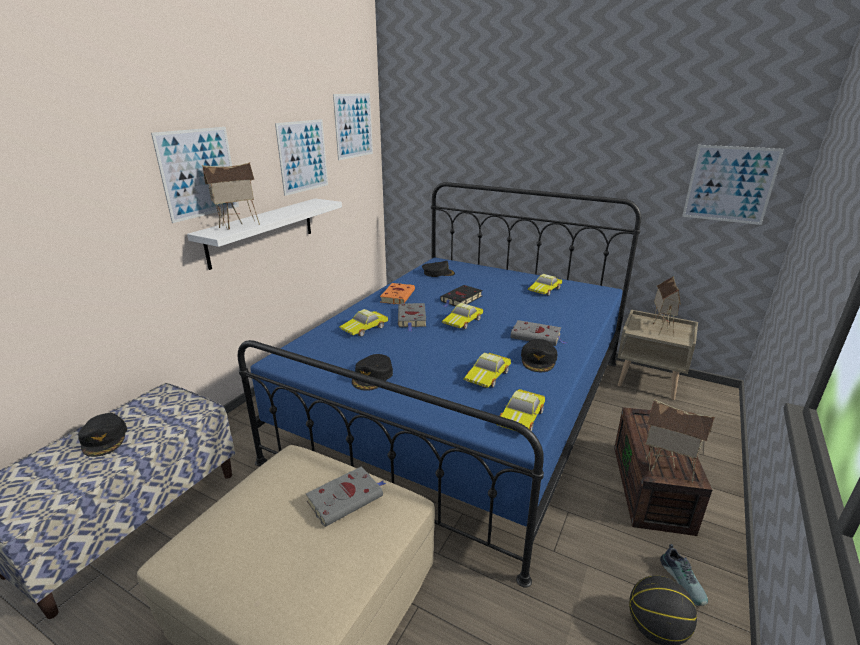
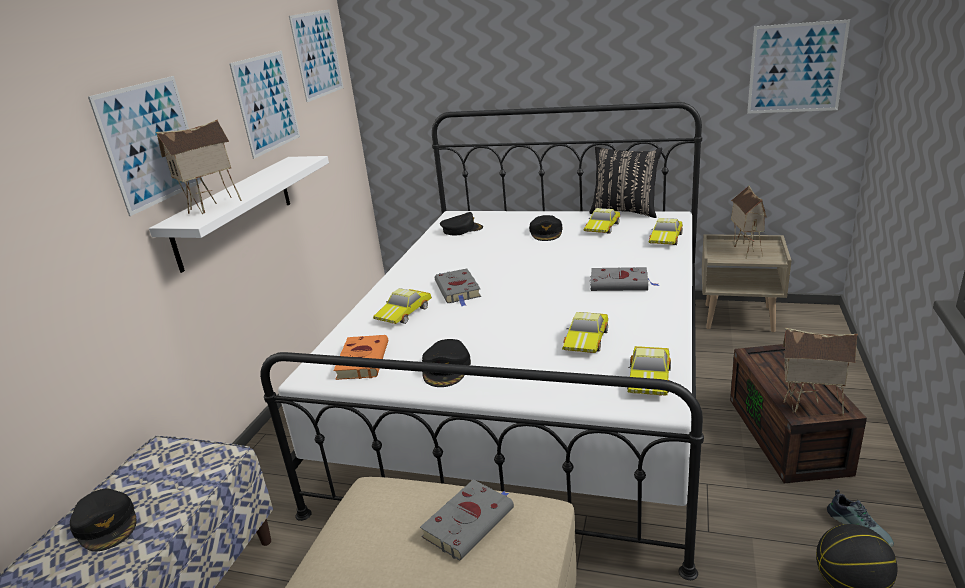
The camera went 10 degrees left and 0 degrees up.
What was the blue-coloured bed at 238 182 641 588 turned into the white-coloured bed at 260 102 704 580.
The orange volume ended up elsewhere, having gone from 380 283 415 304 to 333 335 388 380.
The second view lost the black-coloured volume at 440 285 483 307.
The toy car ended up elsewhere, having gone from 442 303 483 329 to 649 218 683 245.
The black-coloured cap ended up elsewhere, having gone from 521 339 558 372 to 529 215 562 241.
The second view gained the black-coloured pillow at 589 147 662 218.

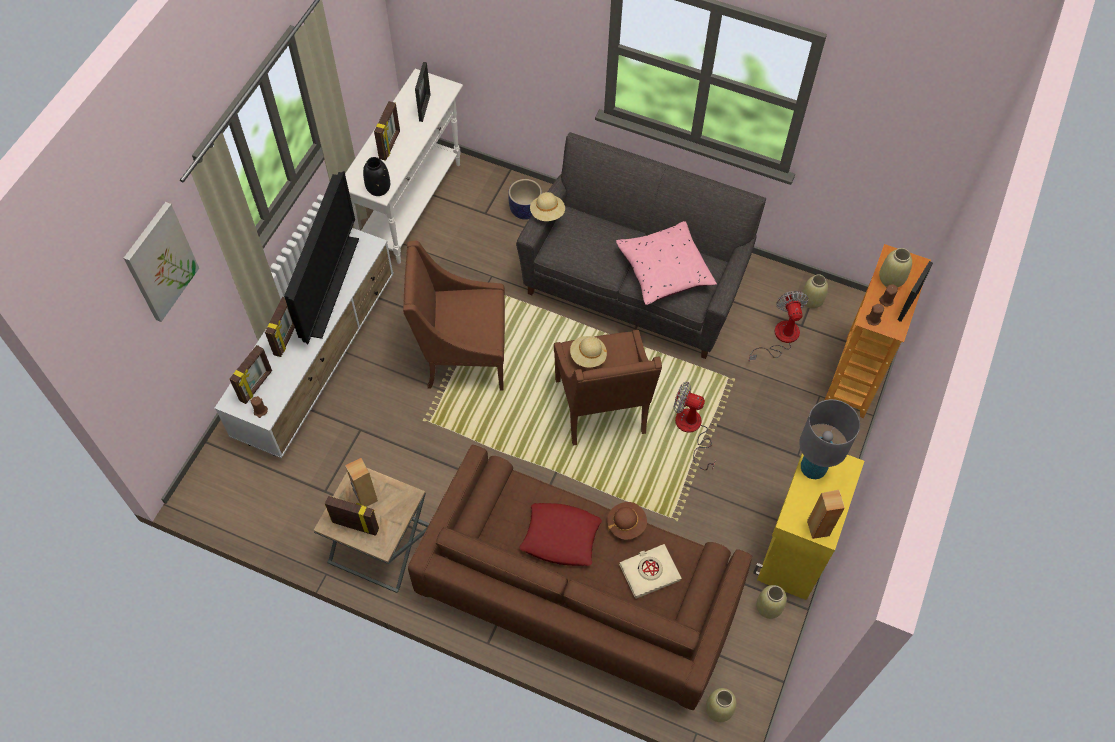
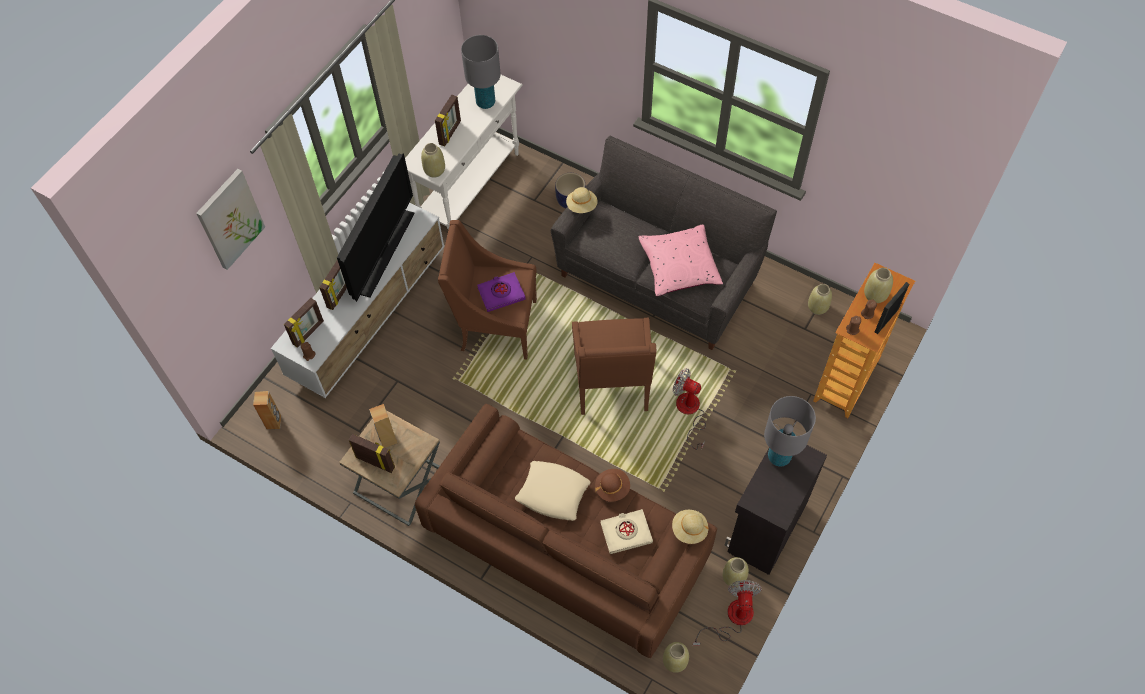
The camera went 10 degrees right and 0 degrees up.
Where the standing frame stood at 415 62 431 122, the grey tabletop lamp came to stand at 461 35 501 109.
What was the black-coloured decorative vase at 363 157 390 196 turned into the beige decorative vase at 421 143 445 178.
The electric fan ended up elsewhere, having gone from 749 291 809 362 to 693 580 762 646.
The beige clothing hat ended up elsewhere, having gone from 570 336 607 367 to 672 510 709 544.
What was the yellowish cabinet at 753 454 864 600 turned into the black-coloured cabinet at 724 445 827 575.
The brownish audio speaker ended up elsewhere, having gone from 807 490 845 539 to 253 391 281 429.
What was the red-coloured pillow at 520 503 602 566 turned into the beige pillow at 515 461 591 521.
The second view gained the purple-coloured volume at 477 272 526 312.

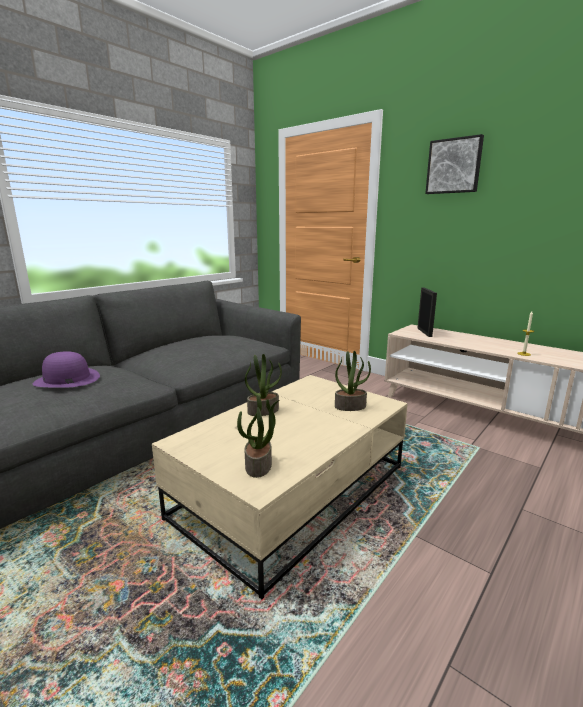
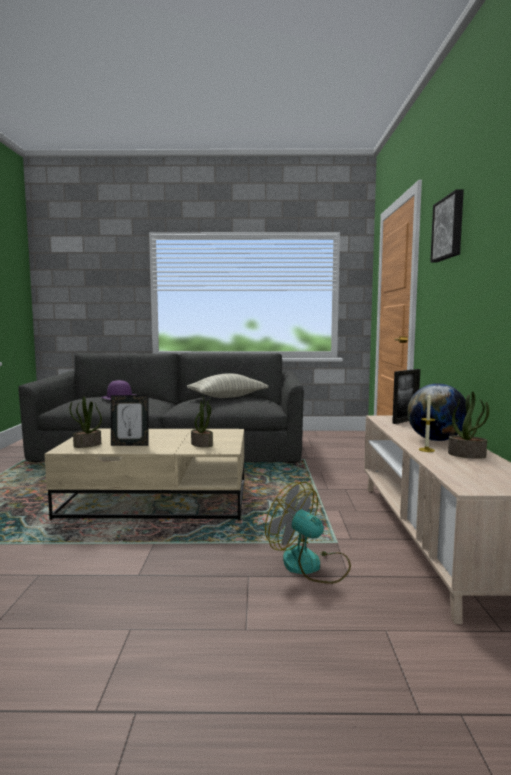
The camera went 50 degrees right and 10 degrees down.
The houseplant ended up elsewhere, having gone from 245 354 282 416 to 448 391 489 459.
The second view gained the pillow at 187 373 269 398.
The second view gained the world globe at 407 384 467 441.
The second view gained the standing frame at 111 395 149 446.
The second view gained the electric fan at 265 482 351 584.

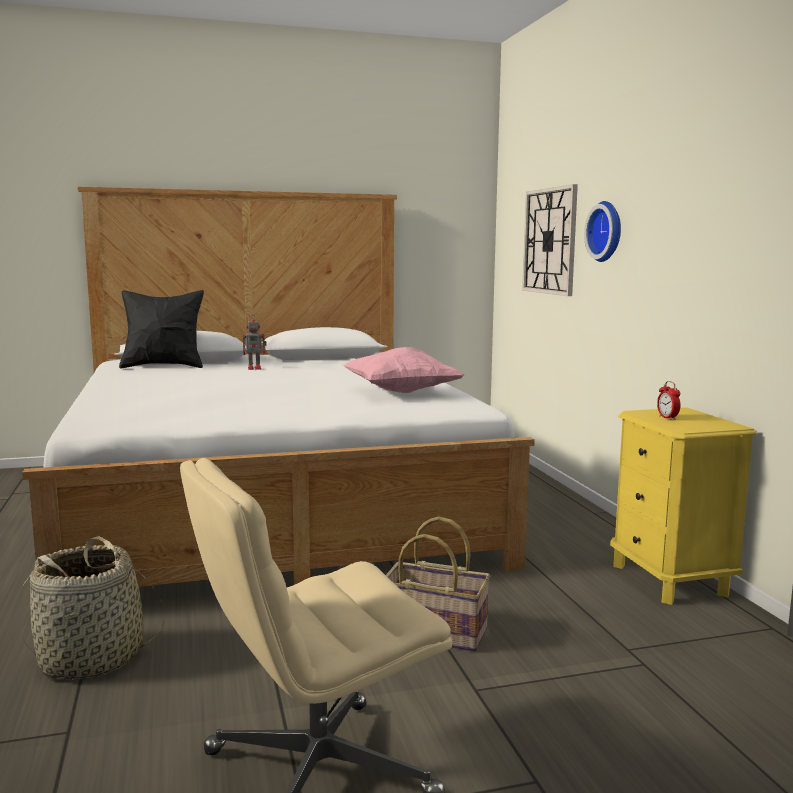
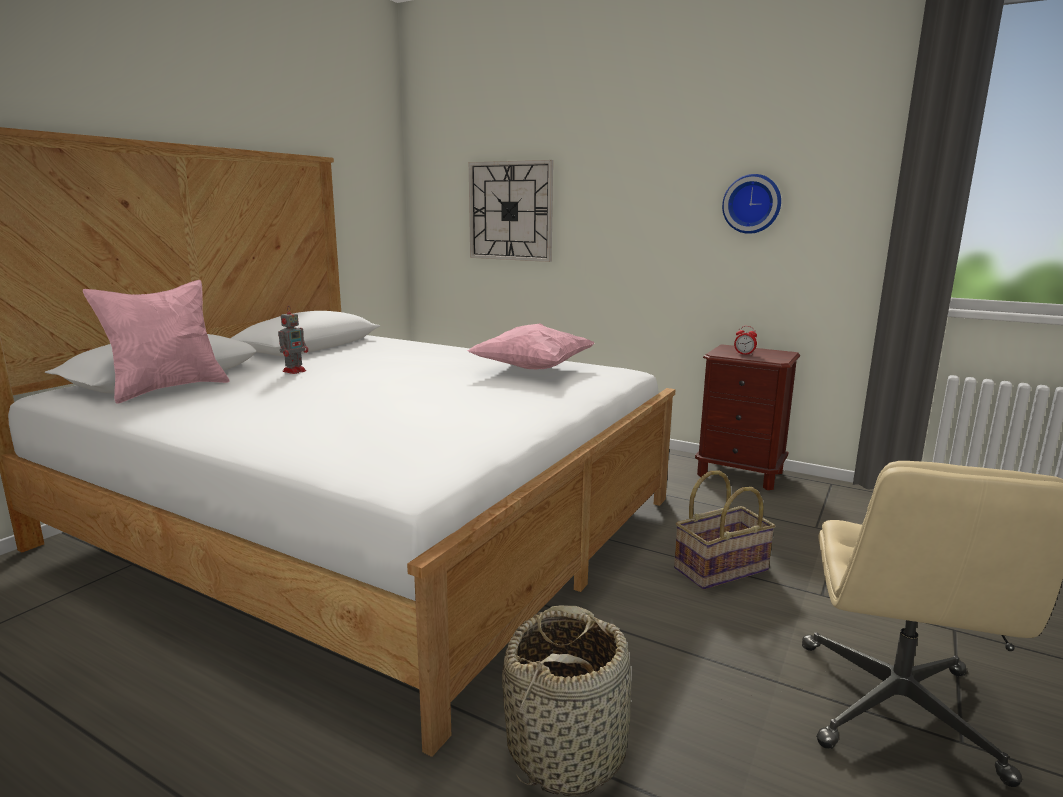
The camera went 45 degrees left and 5 degrees up.
The wall clock ended up elsewhere, having gone from 584 201 621 262 to 722 174 781 234.
What was the black-coloured pillow at 119 290 204 369 turned into the pink pillow at 83 280 229 404.
What was the yellowish nightstand at 610 407 756 605 turned into the brownish nightstand at 695 344 800 490.

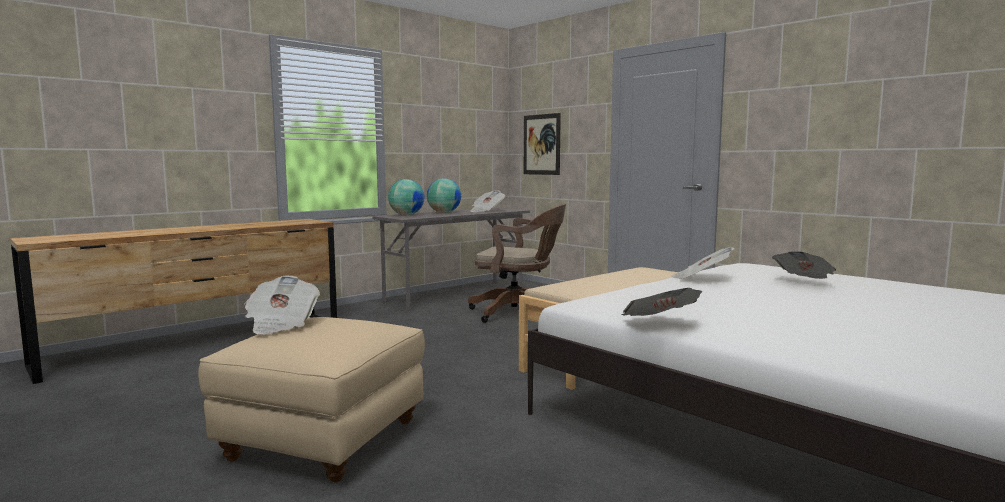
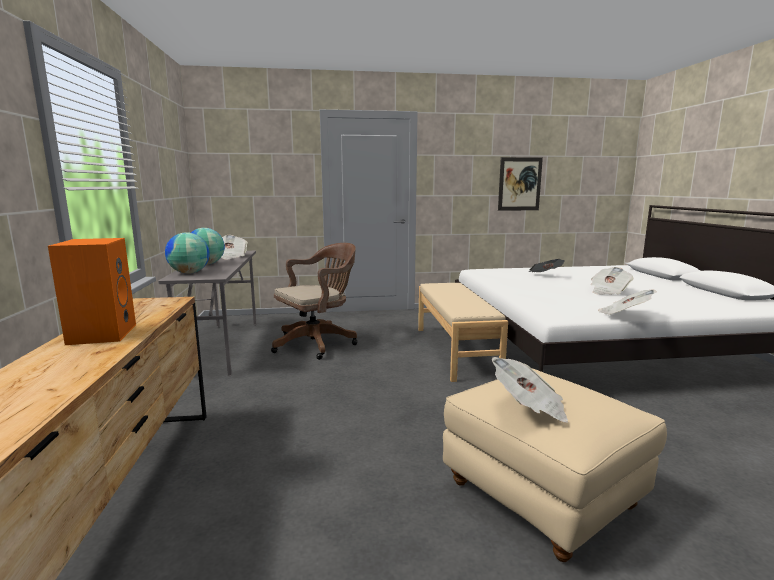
The camera went 55 degrees left and 5 degrees up.
The wall art ended up elsewhere, having gone from 524 113 561 175 to 498 157 543 211.
The printed paper ended up elsewhere, having gone from 671 247 735 279 to 591 267 633 295.
The second view gained the orange audio speaker at 48 238 136 345.

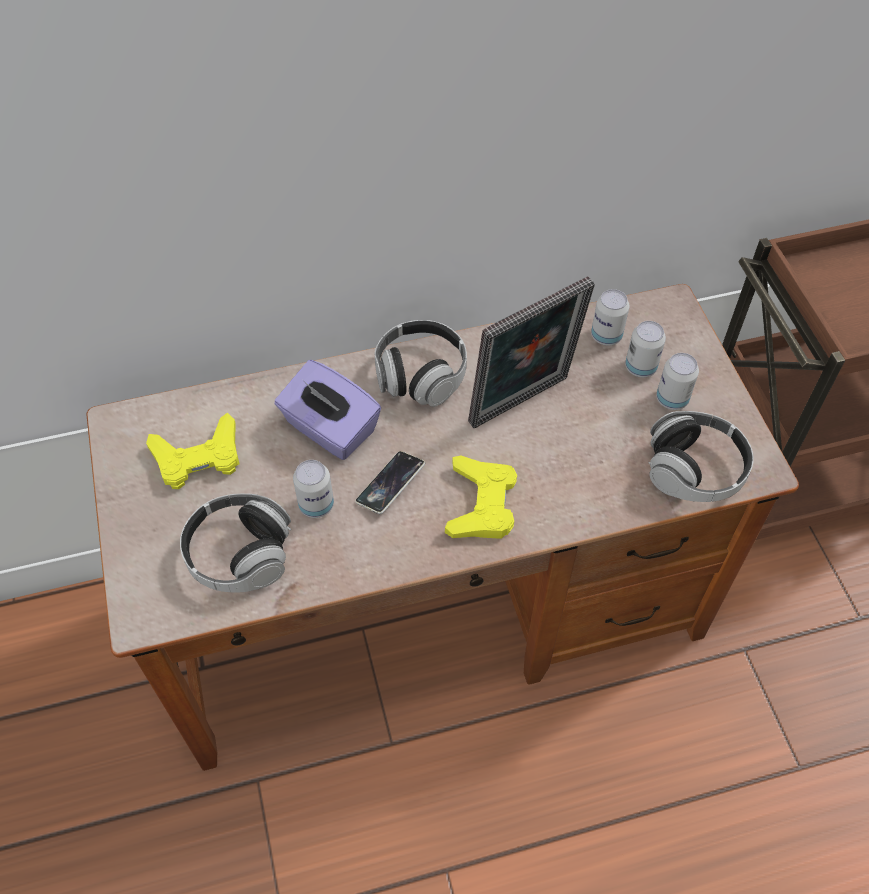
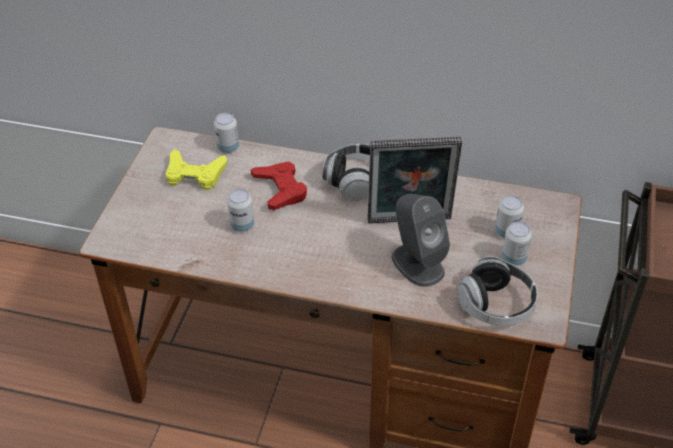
The camera went 30 degrees right and 10 degrees down.
The sealed can ended up elsewhere, having gone from 591 289 629 346 to 214 112 239 153.
Where the purple-coloured box of tissues stood at 274 360 381 460, the red-coloured game controller came to stand at 251 161 307 210.
The second view lost the telephone at 355 451 425 514.
The second view lost the yellowish game controller at 445 455 517 539.
The second view lost the pair of headphones at 180 493 291 592.
The second view gained the grey audio speaker at 391 194 450 287.

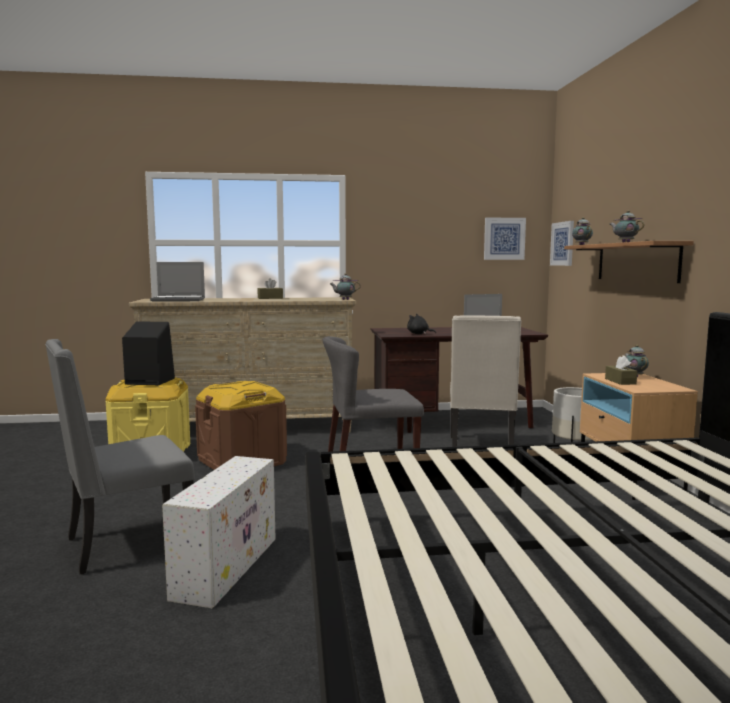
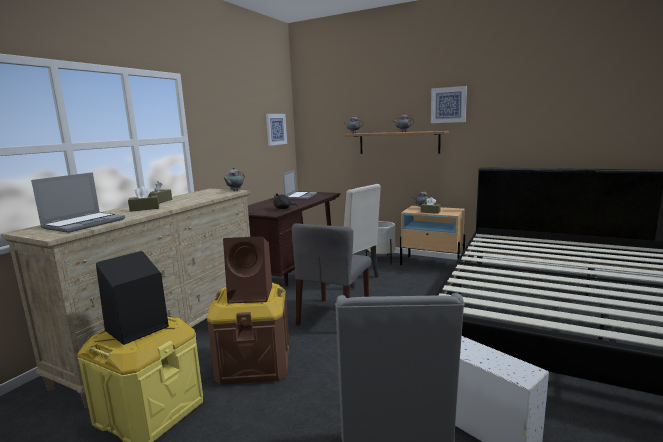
The camera went 55 degrees left and 5 degrees up.
The wall art ended up elsewhere, having gone from 550 221 574 266 to 431 86 467 123.
The second view gained the brownish box of tissues at 128 186 159 212.
The second view gained the brownish audio speaker at 223 236 272 304.

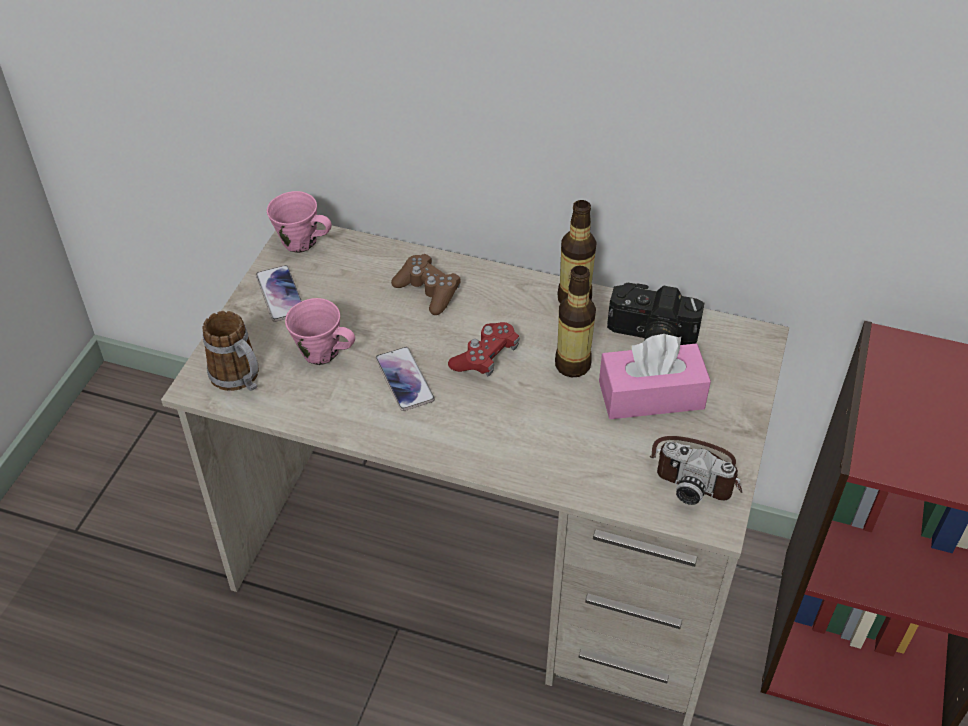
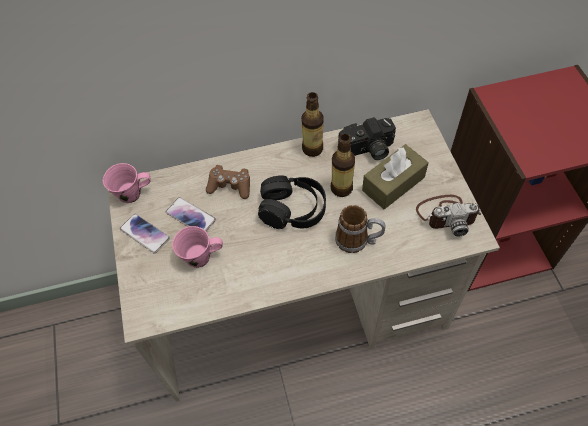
The camera went 30 degrees left and 10 degrees up.
The coffee mug ended up elsewhere, having gone from 203 311 259 391 to 335 205 386 253.
Where the red-coloured game controller stood at 448 322 519 376, the black-coloured pair of headphones came to stand at 258 175 326 229.
What was the pink box of tissues at 599 334 711 419 turned into the brownish box of tissues at 362 144 429 209.
The telephone ended up elsewhere, having gone from 376 347 435 411 to 166 197 216 231.

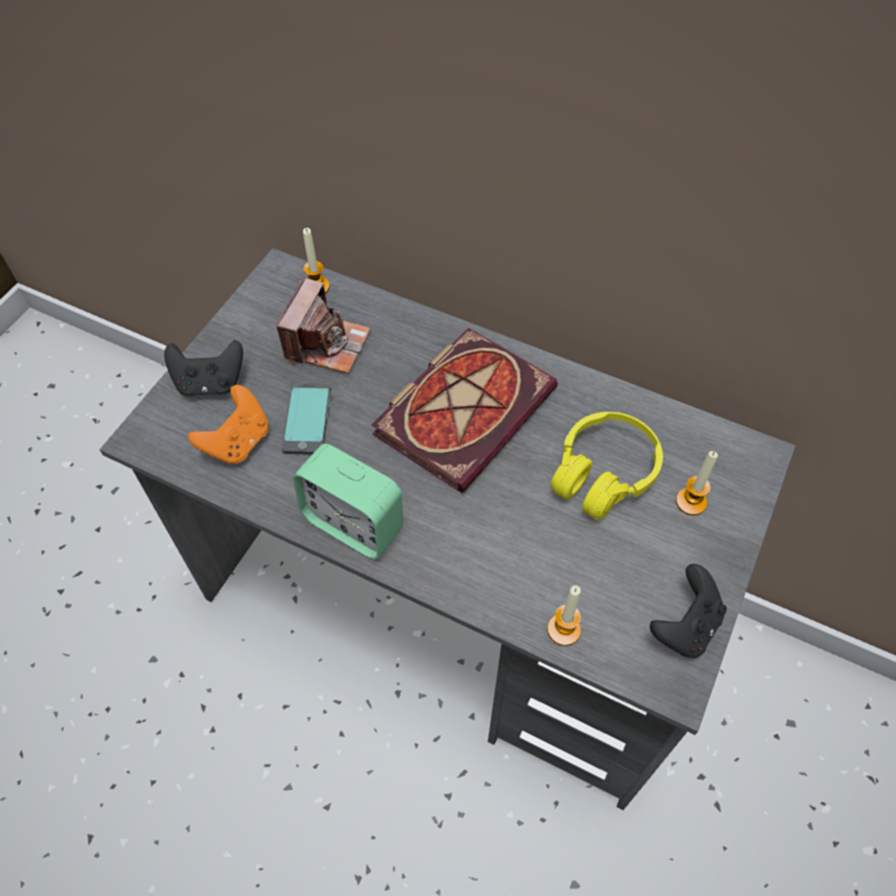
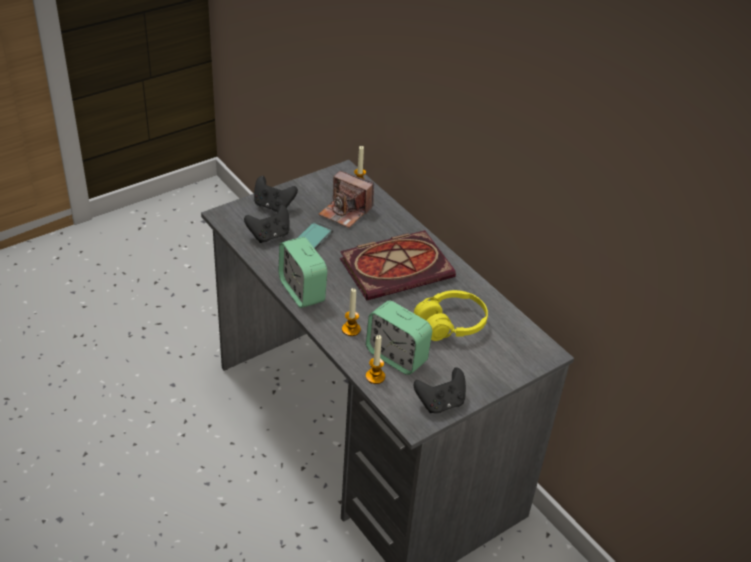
The camera went 25 degrees right and 15 degrees down.
The still camera at 276 278 371 374 ended up facing another way, 75 degrees clockwise from before.
What was the orange game controller at 188 385 268 464 turned into the black-coloured game controller at 244 204 290 243.
The wax candle ended up elsewhere, having gone from 676 451 718 515 to 342 288 361 336.
The second view gained the bedside clock at 366 301 432 375.

